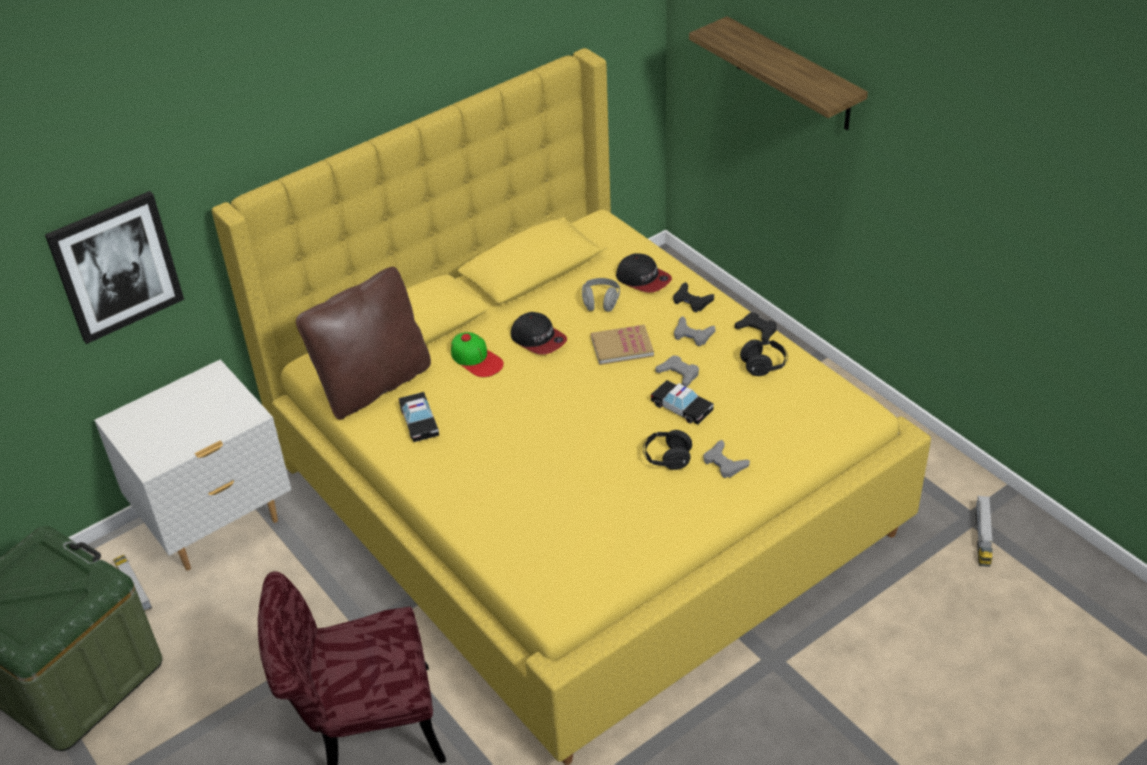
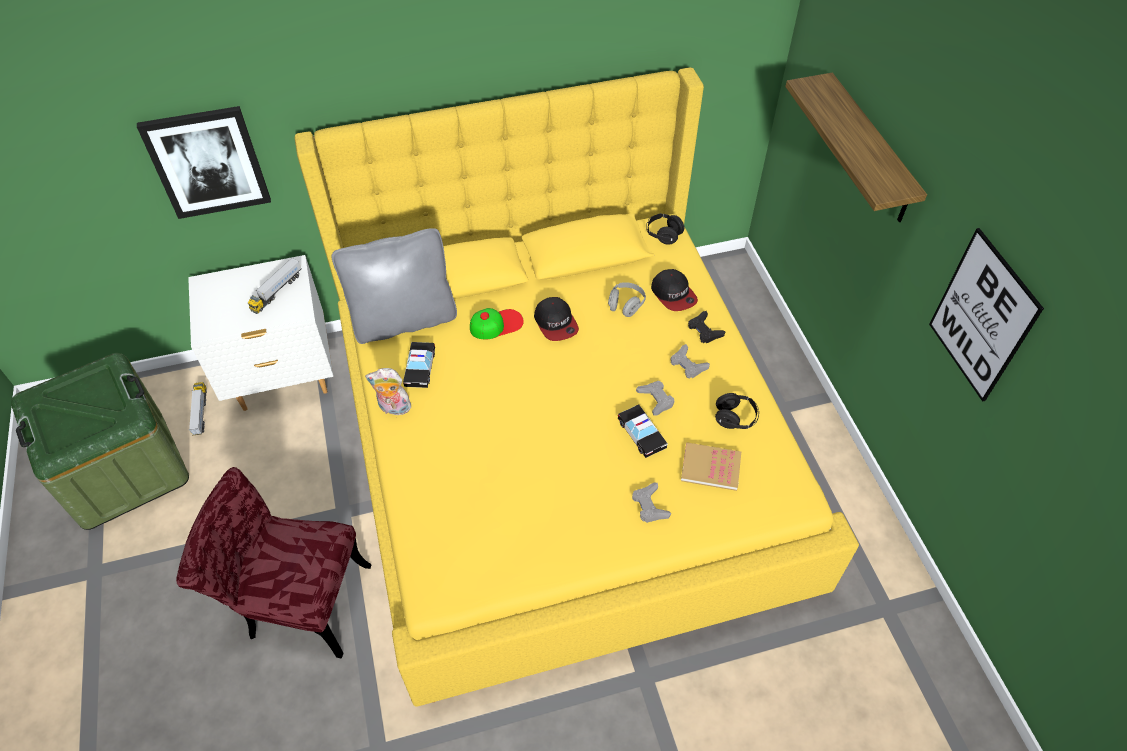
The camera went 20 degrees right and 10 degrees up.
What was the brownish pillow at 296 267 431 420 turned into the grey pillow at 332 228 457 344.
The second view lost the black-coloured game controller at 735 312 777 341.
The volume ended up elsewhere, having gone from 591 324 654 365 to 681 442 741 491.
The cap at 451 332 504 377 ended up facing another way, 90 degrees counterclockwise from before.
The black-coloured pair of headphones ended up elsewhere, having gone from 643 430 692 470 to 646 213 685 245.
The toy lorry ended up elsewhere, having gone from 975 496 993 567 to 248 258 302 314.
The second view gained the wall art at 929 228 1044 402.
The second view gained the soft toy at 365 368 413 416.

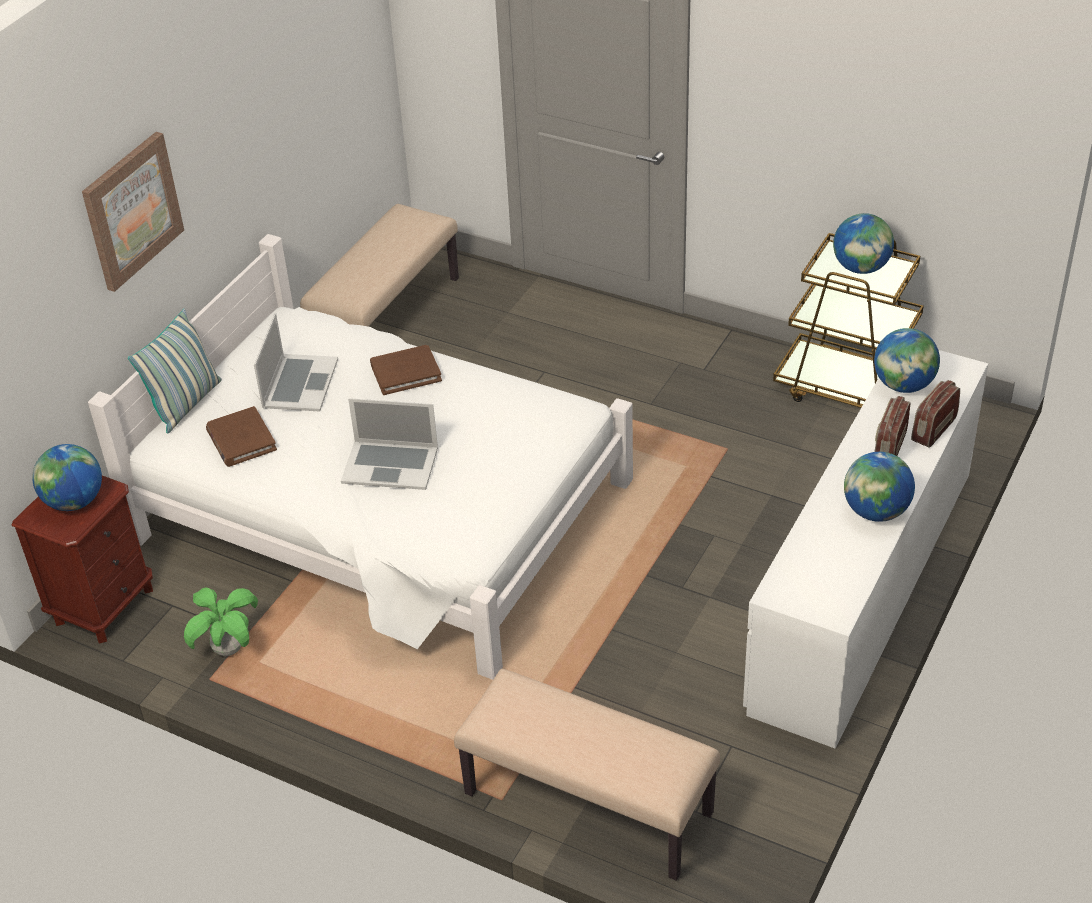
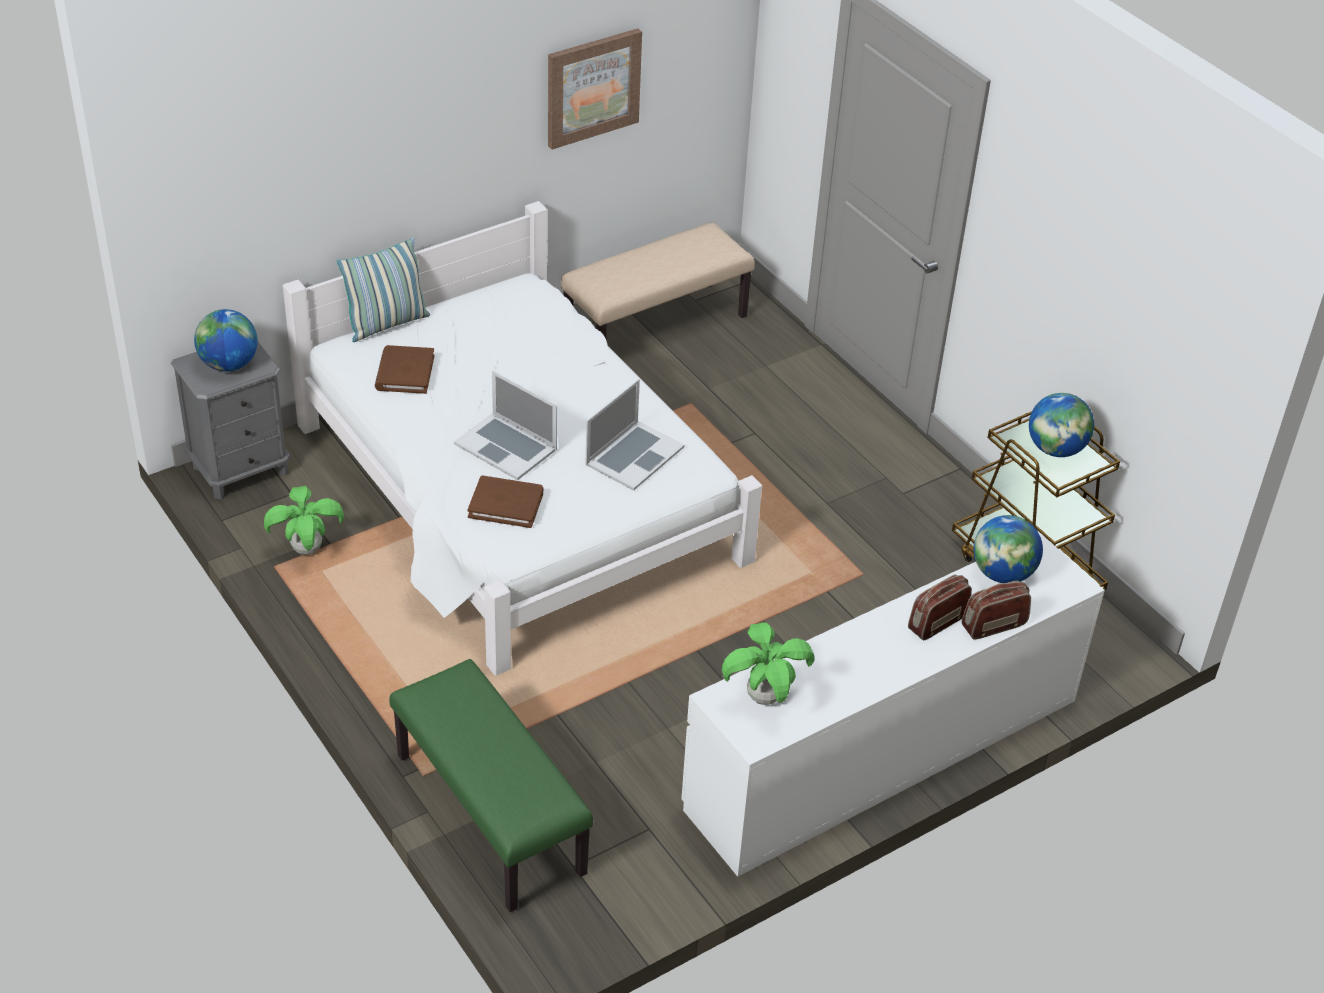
The camera went 25 degrees right and 0 degrees up.
The wall art ended up elsewhere, having gone from 82 132 184 292 to 548 29 642 150.
The notebook computer ended up elsewhere, having gone from 254 313 338 411 to 586 379 684 491.
The brownish volume ended up elsewhere, having gone from 370 345 442 395 to 468 475 543 528.
The second view lost the world globe at 844 452 915 522.
What was the brownish nightstand at 12 475 153 644 turned into the grey nightstand at 171 342 290 499.
What was the beige long seat at 454 669 720 881 turned into the greenish long seat at 389 659 593 912.
The second view gained the houseplant at 722 622 815 705.

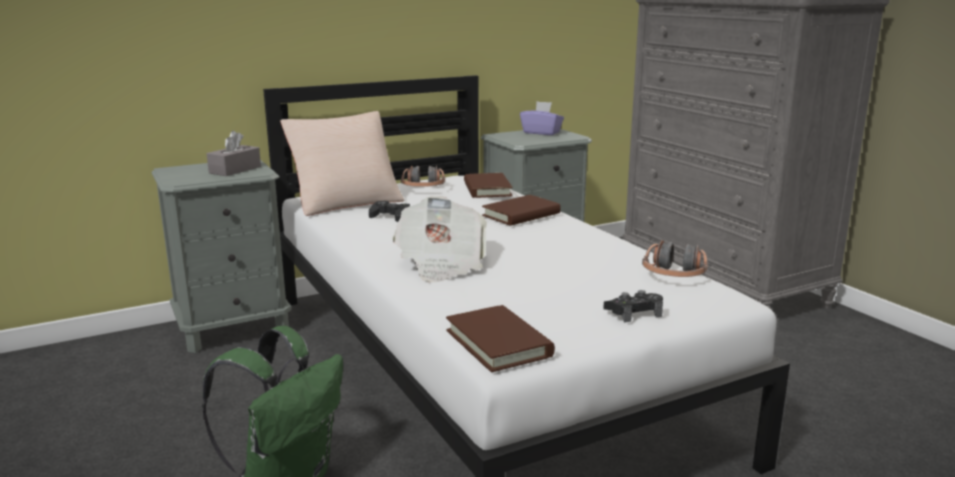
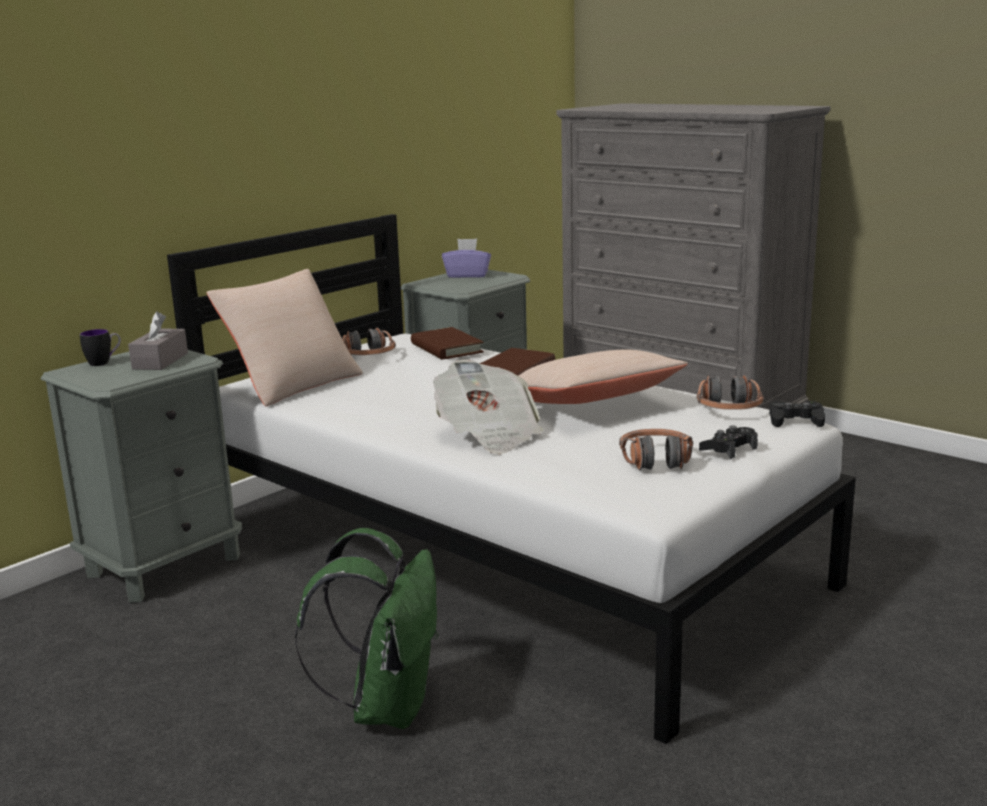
The camera went 20 degrees left and 0 degrees up.
The black-coloured game controller ended up elsewhere, having gone from 369 201 410 222 to 769 401 825 427.
The second view lost the brownish volume at 446 305 555 372.
The second view gained the coffee mug at 80 329 121 366.
The second view gained the beige pillow at 518 350 688 404.
The second view gained the pair of headphones at 619 429 693 470.

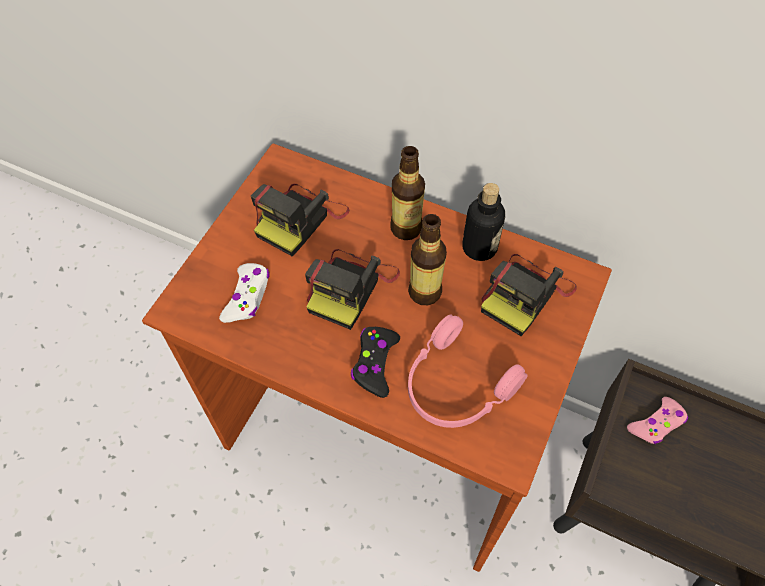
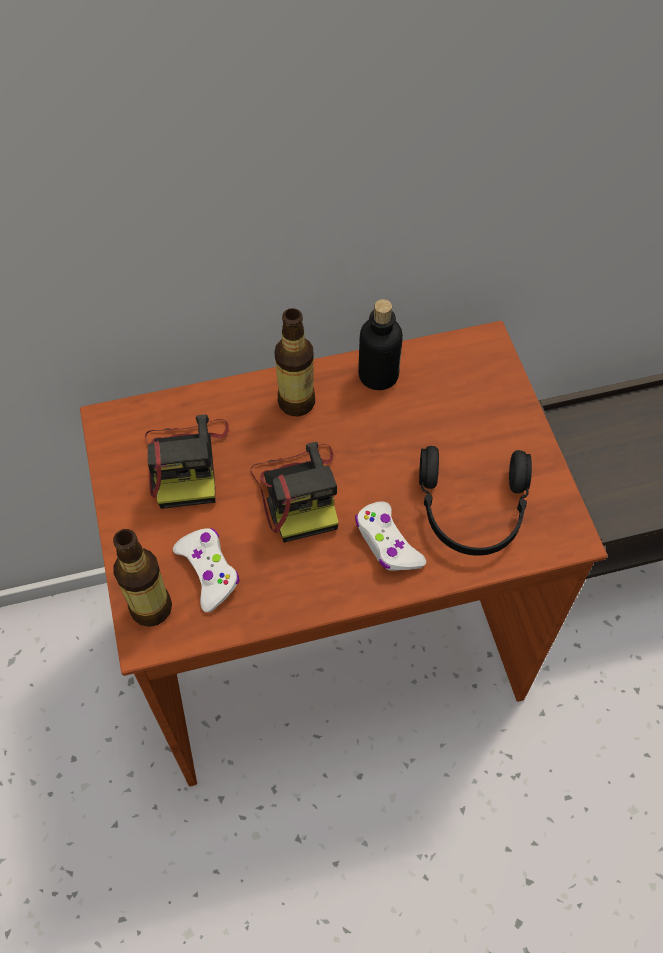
The camera went 40 degrees left and 0 degrees up.
The bottle ended up elsewhere, having gone from 408 214 447 305 to 113 529 172 627.
The second view lost the still camera at 481 254 577 336.
What was the pink pair of headphones at 408 314 528 428 turned into the black-coloured pair of headphones at 419 446 532 556.
What was the black-coloured game controller at 351 327 400 398 turned into the white-coloured game controller at 355 501 426 571.
The second view lost the pink game controller at 627 397 688 444.

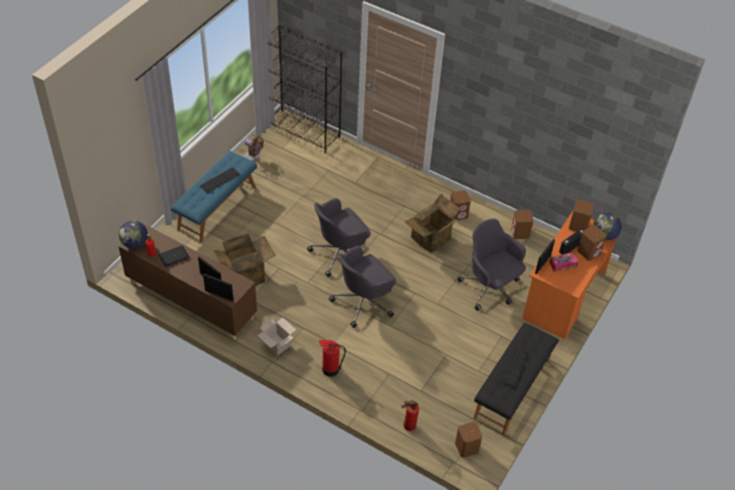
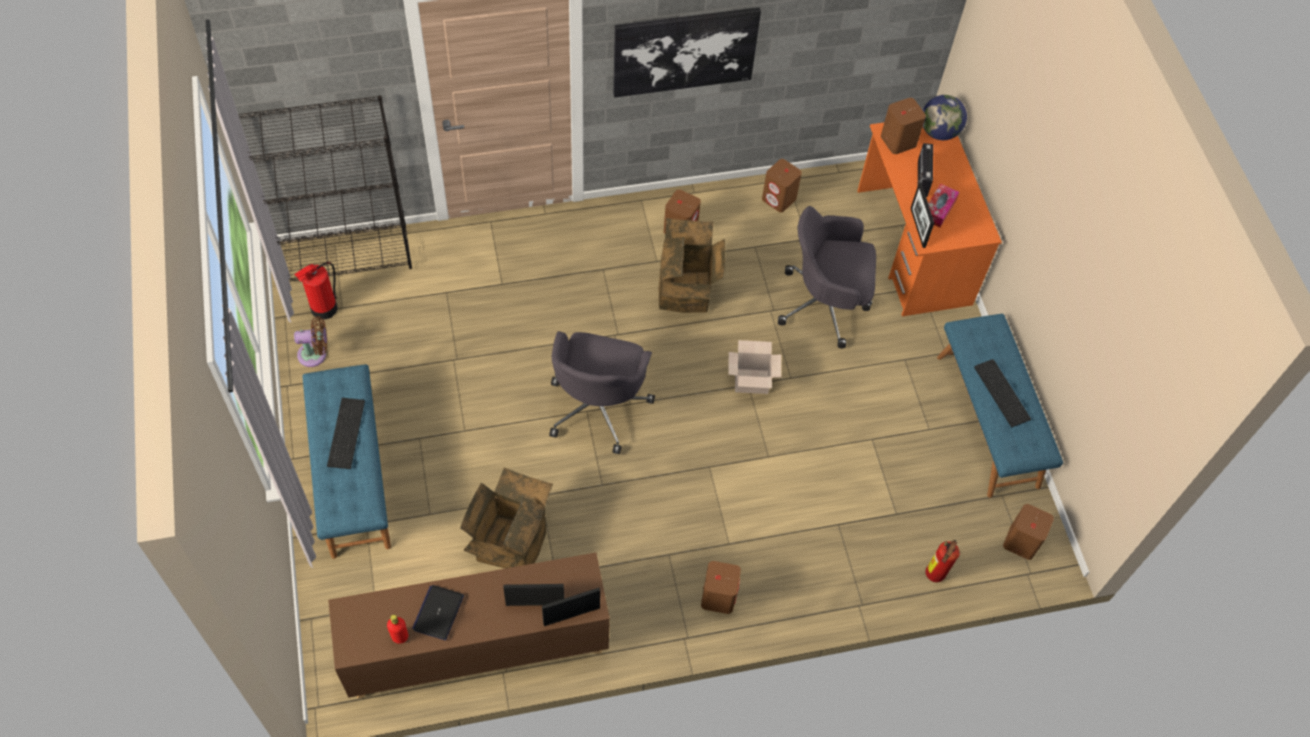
The camera went 45 degrees left and 10 degrees up.
The second view lost the world globe at 119 220 148 249.
The brownish audio speaker ended up elsewhere, having gone from 577 225 607 261 to 701 561 741 614.
The second view lost the grey desk chair at 329 245 396 328.
The carton ended up elsewhere, having gone from 257 317 296 356 to 728 340 781 394.
What was the black-coloured long seat at 473 323 559 435 turned into the blue-coloured long seat at 937 314 1063 498.
The fire-fighting cylinder ended up elsewhere, having gone from 319 340 346 377 to 294 262 337 320.
The second view gained the wall art at 613 7 761 97.

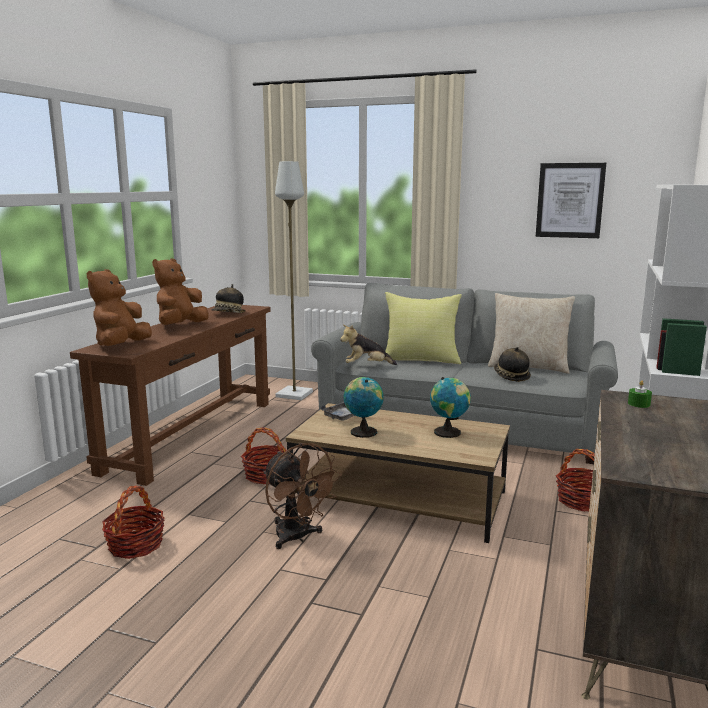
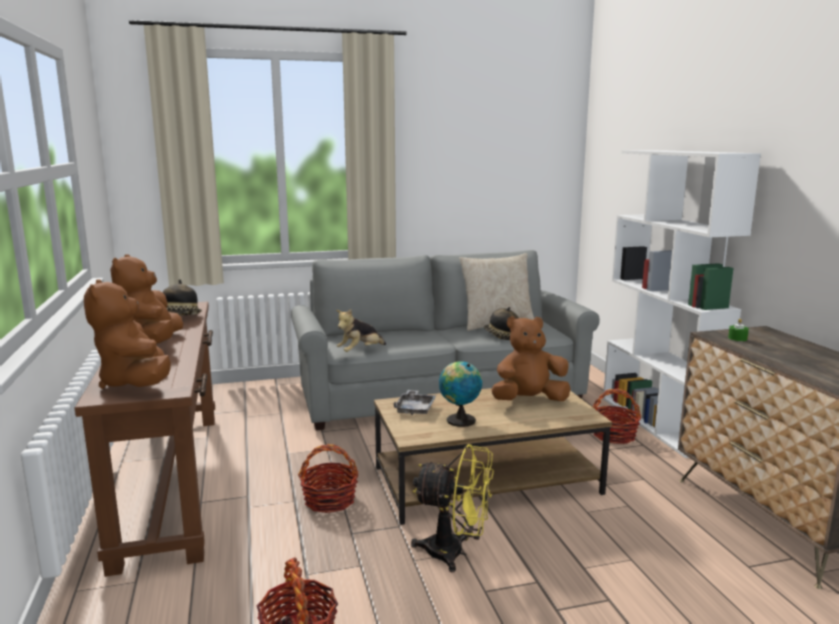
The camera went 35 degrees left and 0 degrees up.
The second view lost the grey standard lamp at 275 161 313 400.
The second view lost the wall art at 536 163 606 238.
The second view lost the yellowish pillow at 385 292 462 364.
Where the world globe stood at 430 377 471 438, the brownish soft toy came to stand at 492 316 571 401.
What was the brownish electric fan at 263 443 342 549 turned into the yellowish electric fan at 411 444 494 572.

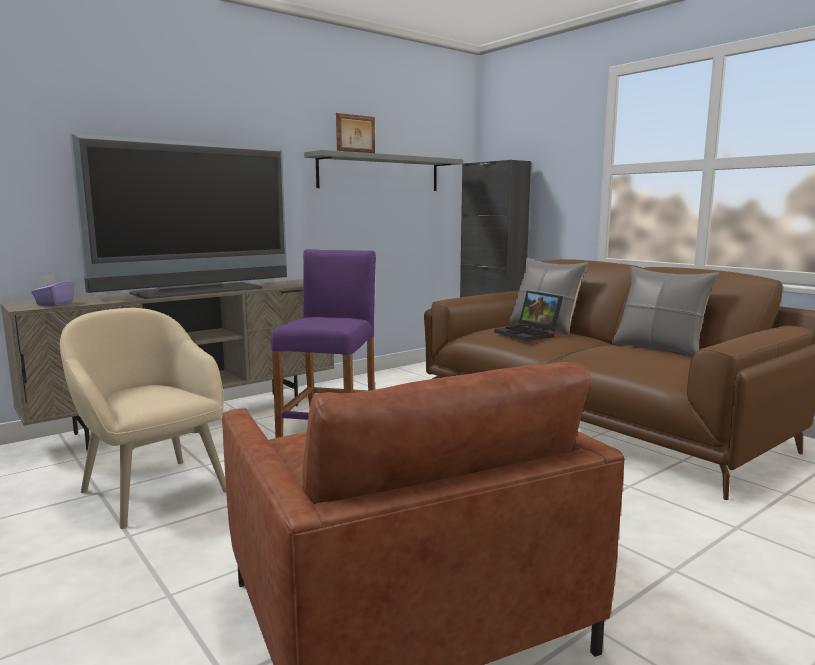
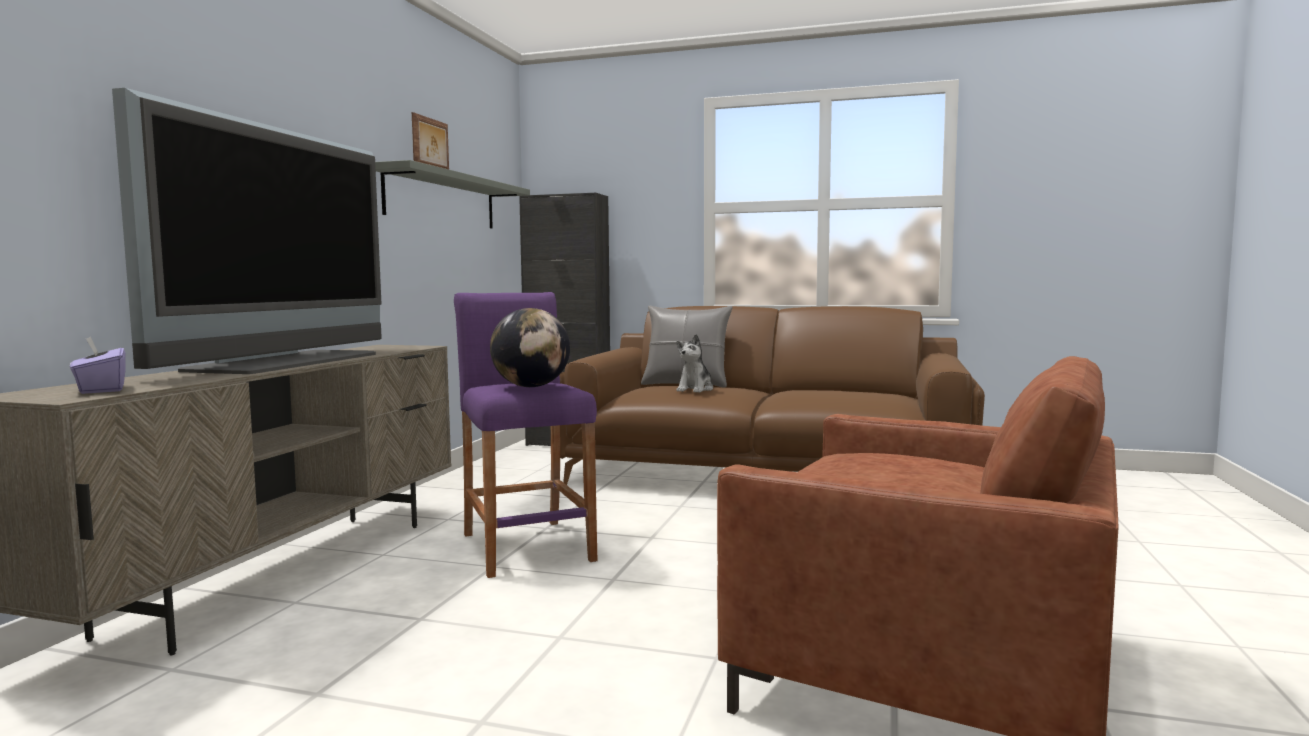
The camera went 35 degrees left and 5 degrees down.
The second view lost the grey pillow at 612 266 719 357.
Where the notebook computer stood at 494 291 563 341, the soft toy came to stand at 676 334 713 393.
The second view lost the beige armchair at 60 308 226 529.
The second view gained the world globe at 490 308 570 387.

